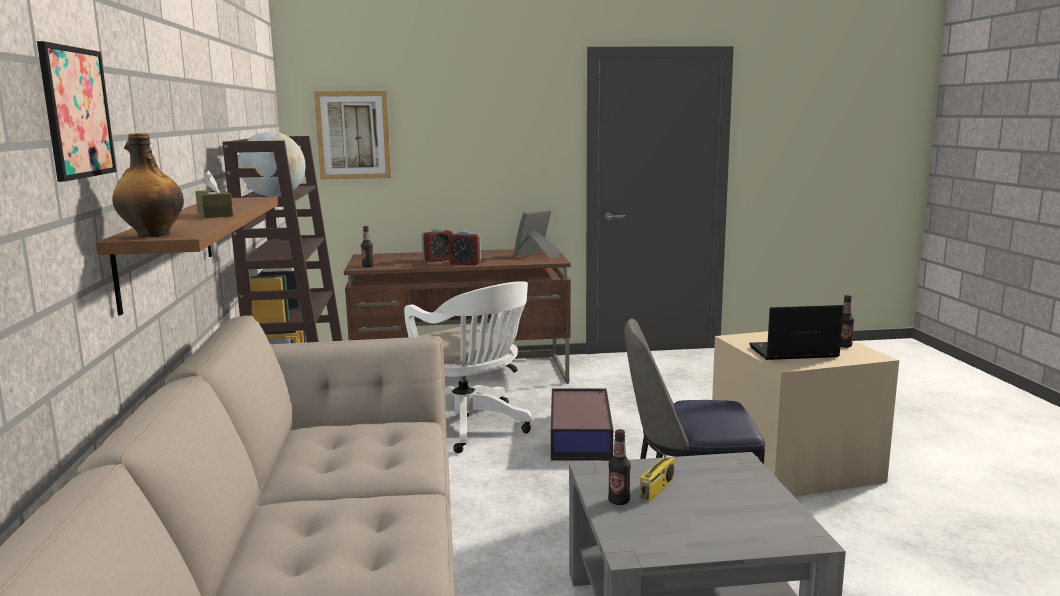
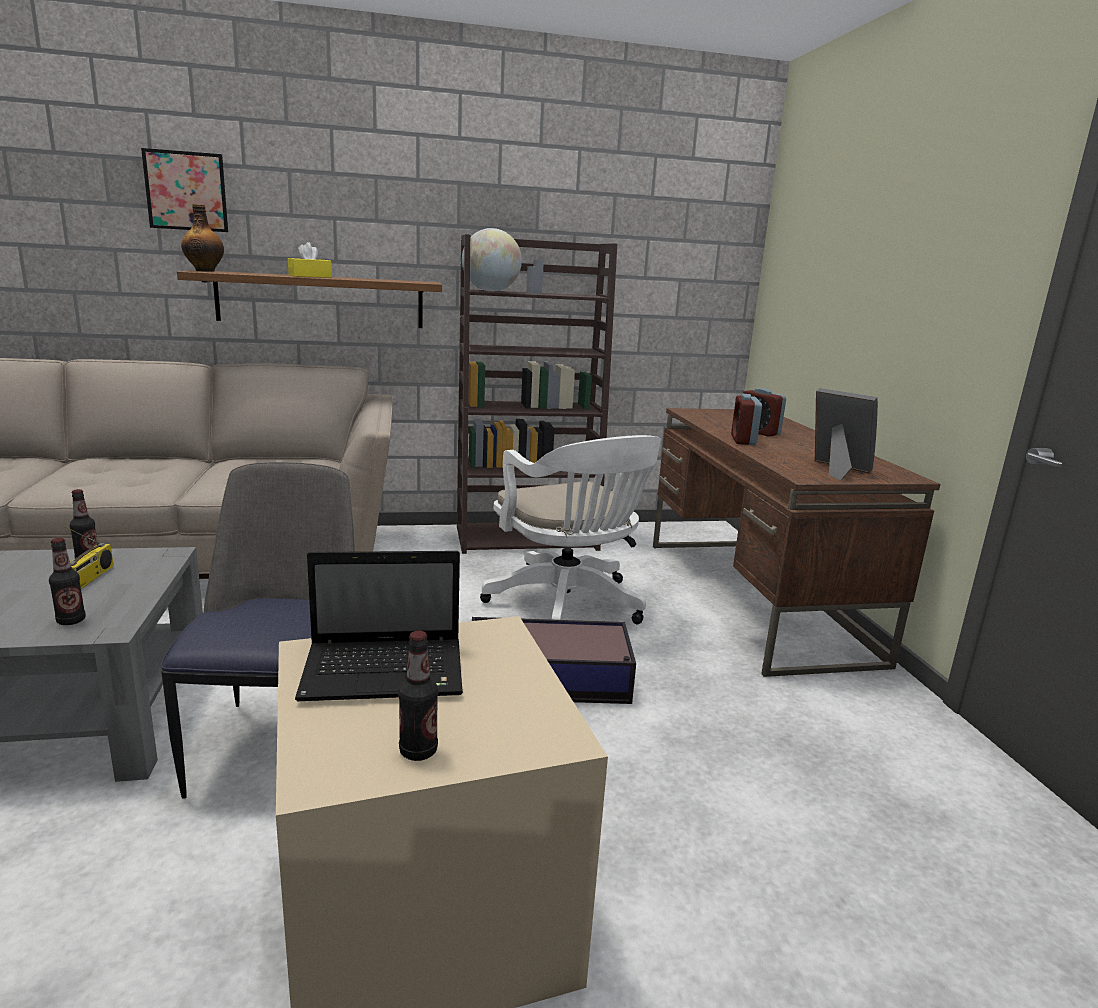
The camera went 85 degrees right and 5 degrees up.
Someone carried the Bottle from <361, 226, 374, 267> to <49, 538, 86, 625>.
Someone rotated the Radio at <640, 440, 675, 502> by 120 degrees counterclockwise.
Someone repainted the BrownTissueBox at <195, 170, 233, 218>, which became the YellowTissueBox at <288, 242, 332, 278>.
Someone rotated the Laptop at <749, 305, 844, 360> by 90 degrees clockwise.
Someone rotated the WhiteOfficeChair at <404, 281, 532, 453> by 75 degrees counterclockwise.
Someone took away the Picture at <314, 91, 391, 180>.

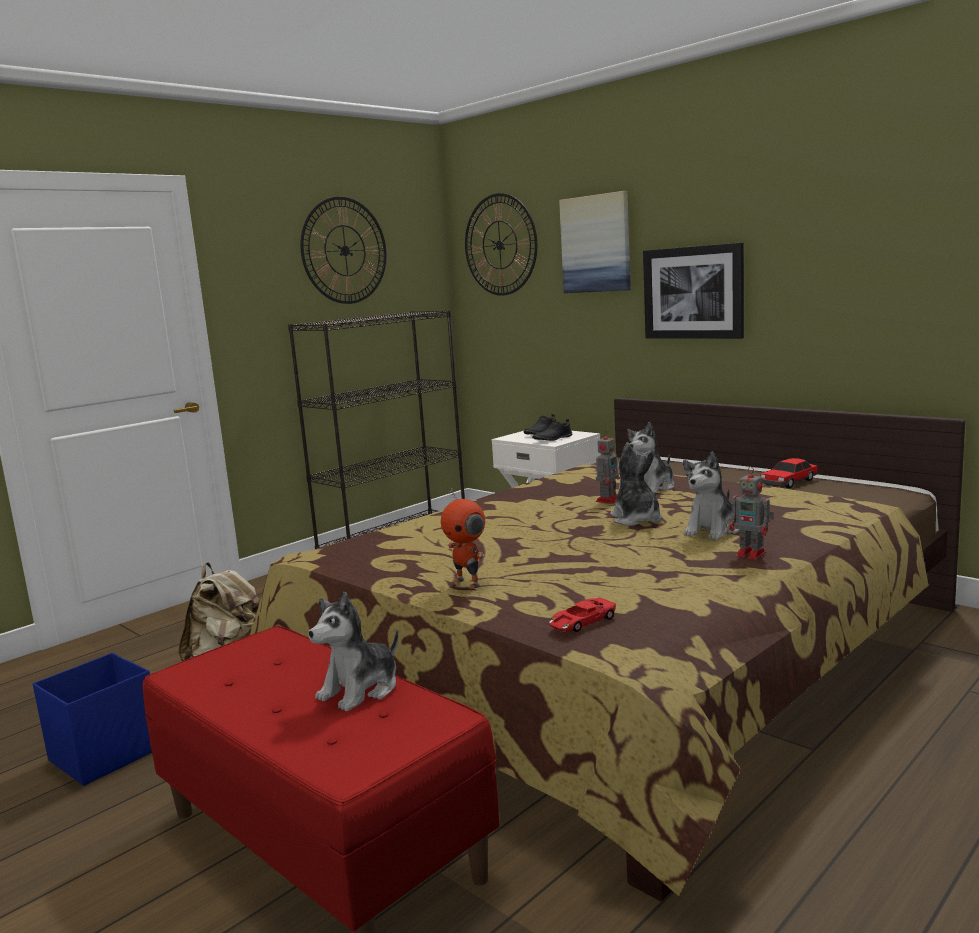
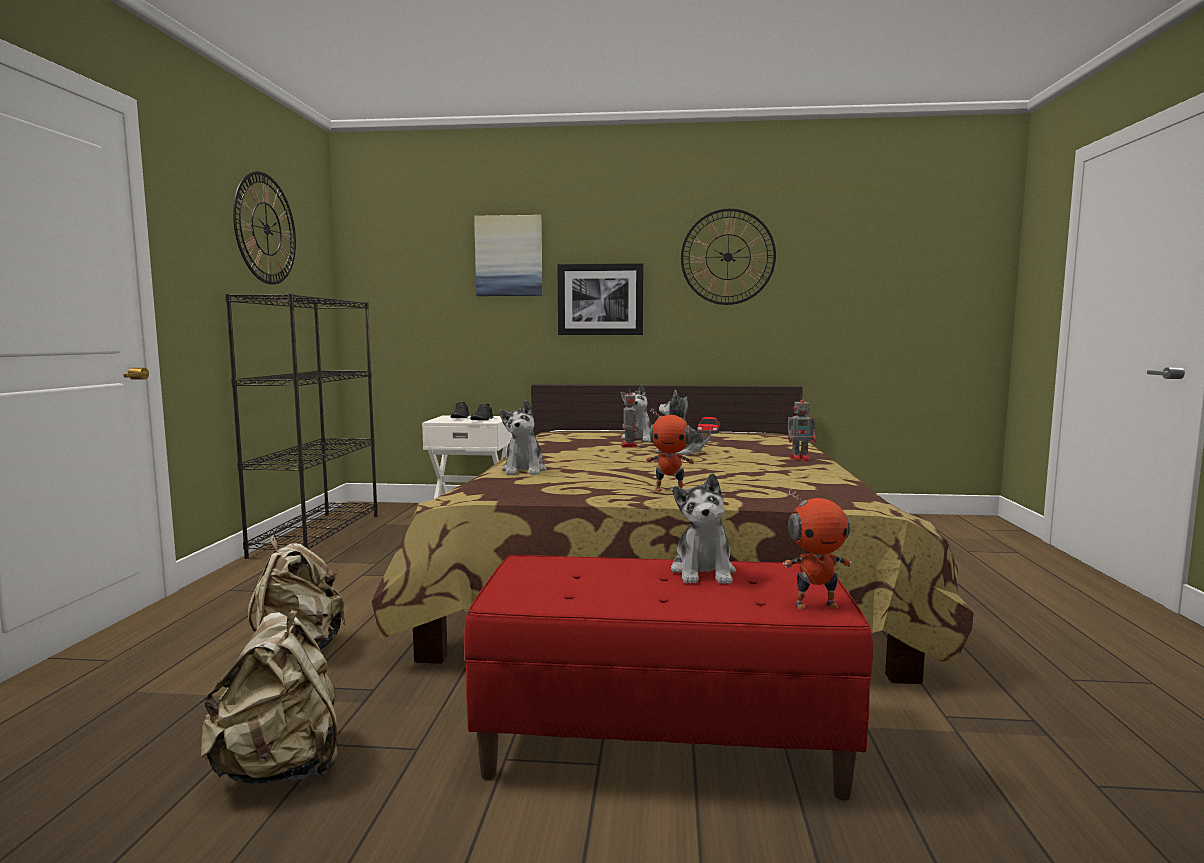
The camera went 40 degrees left and 5 degrees down.
Someone swapped the BlueStorageBox at <33, 653, 152, 786> for the BeigeBackpack at <200, 609, 338, 784>.
Someone carried the PlushToy from <683, 451, 739, 540> to <499, 400, 547, 475>.
Someone carried the WallClock from <465, 193, 537, 296> to <681, 209, 776, 305>.
Someone put down the ToyRobot at <783, 489, 852, 609>.
Someone took away the RedToyCar at <549, 597, 616, 632>.

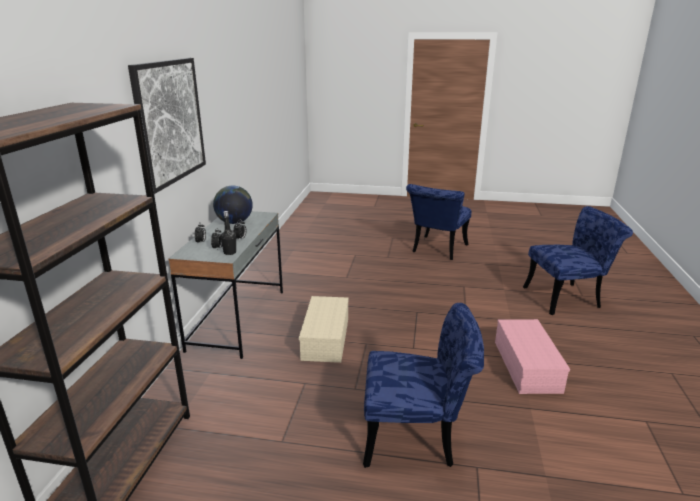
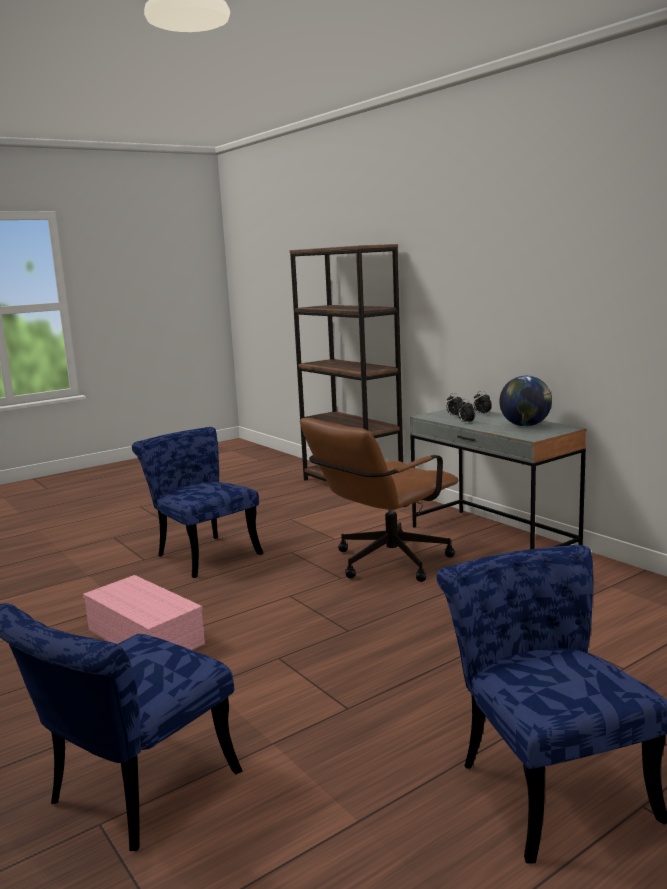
The camera went 135 degrees right and 10 degrees down.
Someone rotated the BlueChair at <363, 303, 484, 468> by 90 degrees clockwise.
Someone swapped the BeigeStorageBox at <299, 296, 349, 363> for the BrownOfficeChair at <300, 418, 458, 582>.
Someone took away the Picture at <128, 58, 206, 194>.
Someone took away the BlackBottle at <221, 211, 236, 255>.

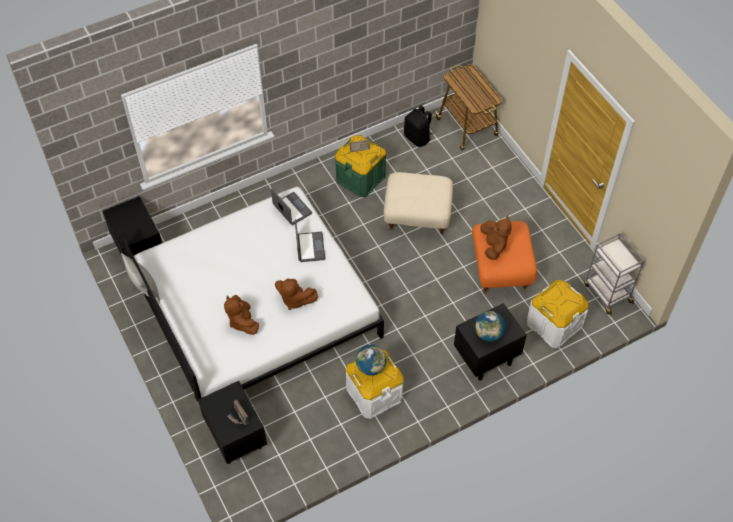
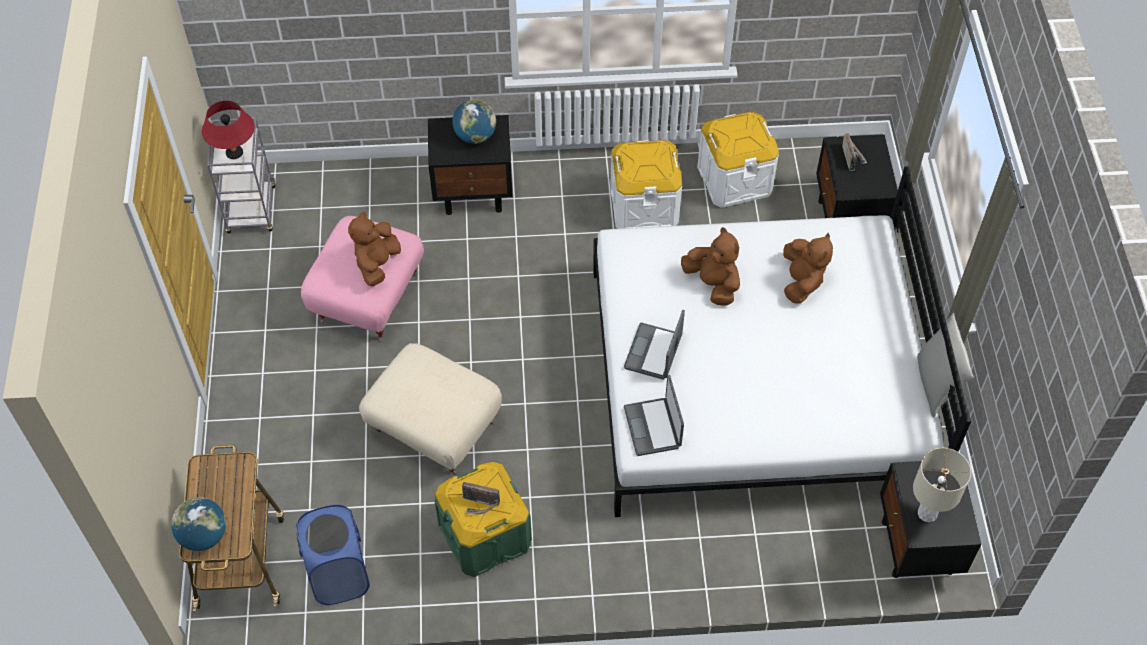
The camera went 155 degrees left and 0 degrees up.
Someone carried the Globe from <356, 345, 387, 376> to <171, 497, 226, 551>.
Someone put down the RedTableLamp at <202, 101, 255, 159>.
Someone swapped the BlackBackpack at <404, 106, 433, 147> for the BlueLaundryBasket at <296, 505, 370, 605>.
Someone repainted the OrangeOttoman at <472, 221, 537, 294>, which became the PinkOttoman at <301, 216, 424, 341>.
Someone carried the WhiteStorageBox from <527, 280, 588, 348> to <697, 112, 779, 208>.
Someone put down the BeigeTableLamp at <913, 448, 971, 522>.

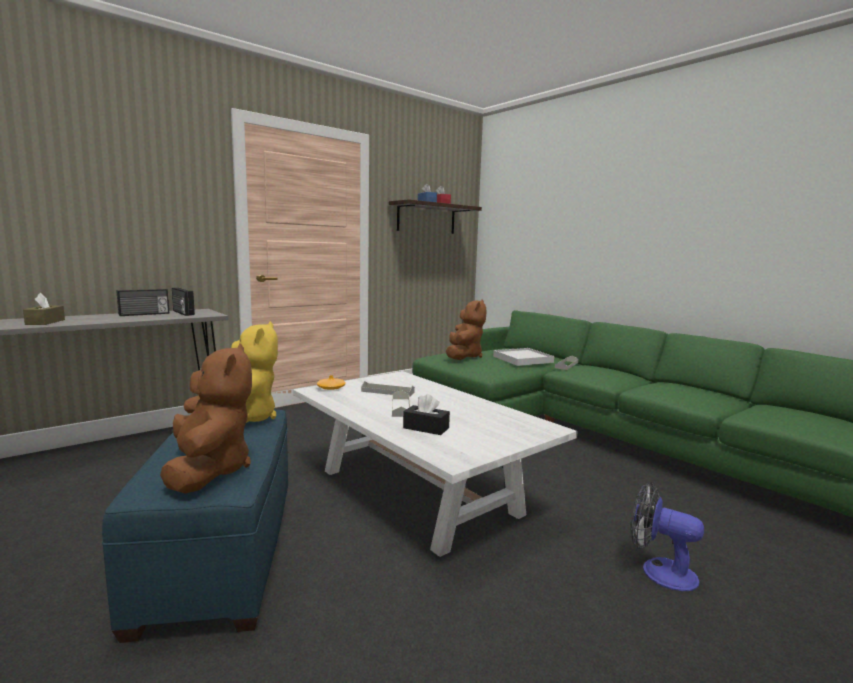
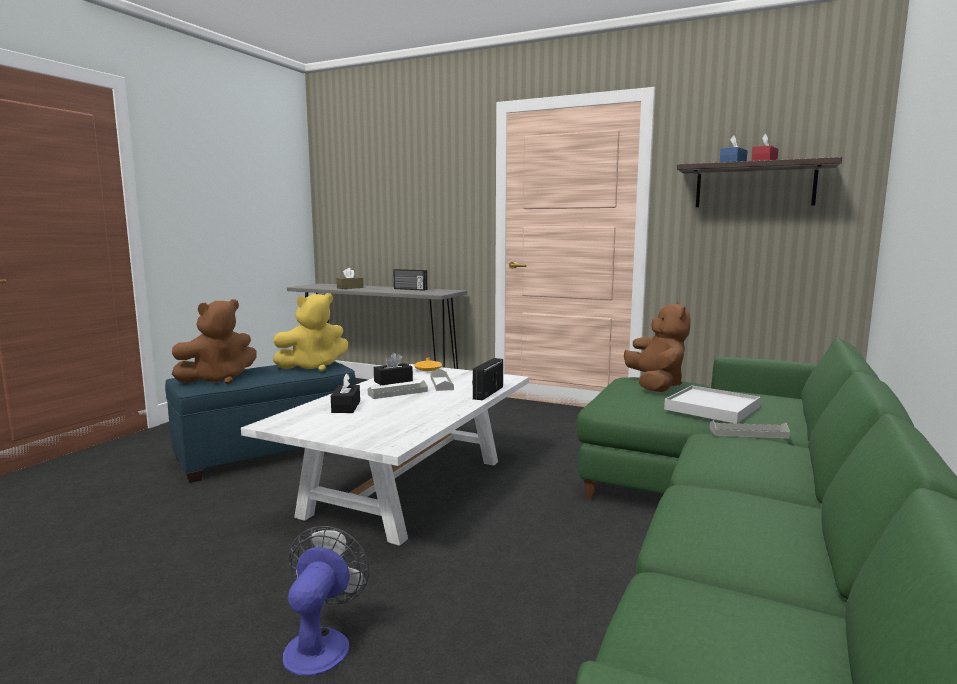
The camera went 65 degrees right and 0 degrees up.
Someone put down the BlackTissueBox at <374, 353, 413, 385>.
Someone carried the Radio from <172, 288, 195, 316> to <472, 358, 503, 400>.
Someone rotated the BrownPlushToy at <446, 299, 486, 360> by 75 degrees counterclockwise.

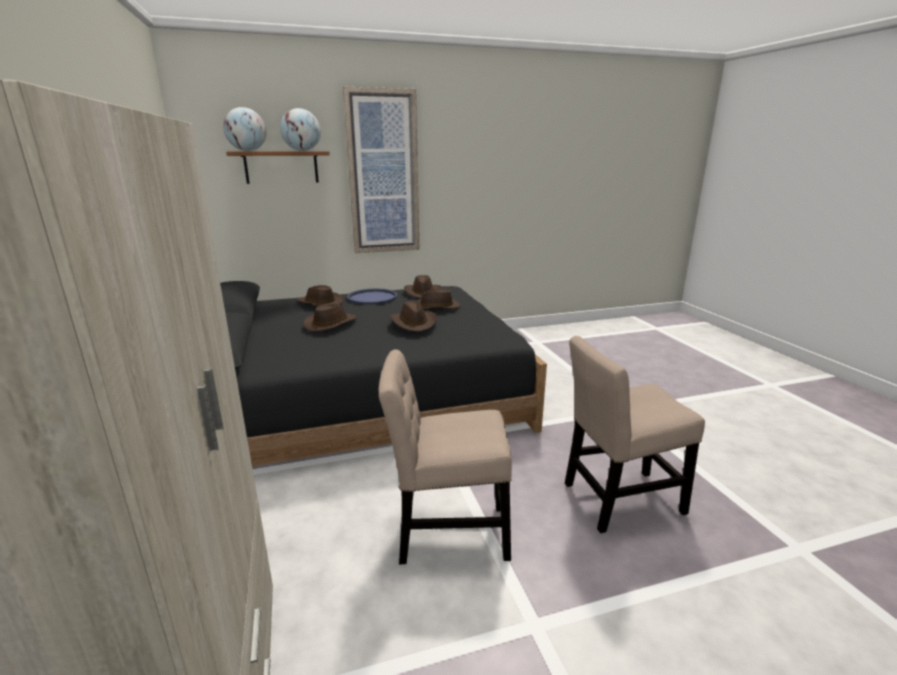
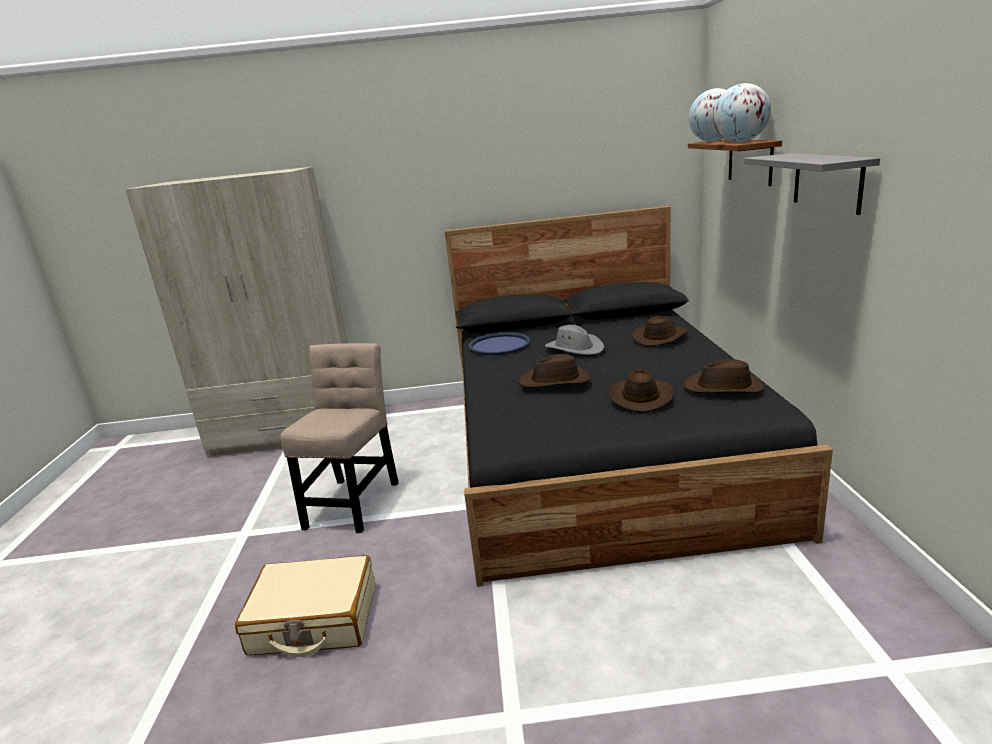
The camera went 105 degrees right and 0 degrees up.
Someone swapped the BeigeChair at <565, 336, 705, 533> for the BeigeSuitcase at <235, 555, 375, 657>.
Someone carried the BlueTray from <347, 289, 397, 304> to <469, 332, 530, 355>.
Someone repainted the BrownHat at <303, 304, 357, 332>, which became the GreyHat at <545, 325, 604, 355>.
Someone swapped the Picture at <343, 87, 419, 253> for the GreyShelf at <744, 153, 880, 215>.

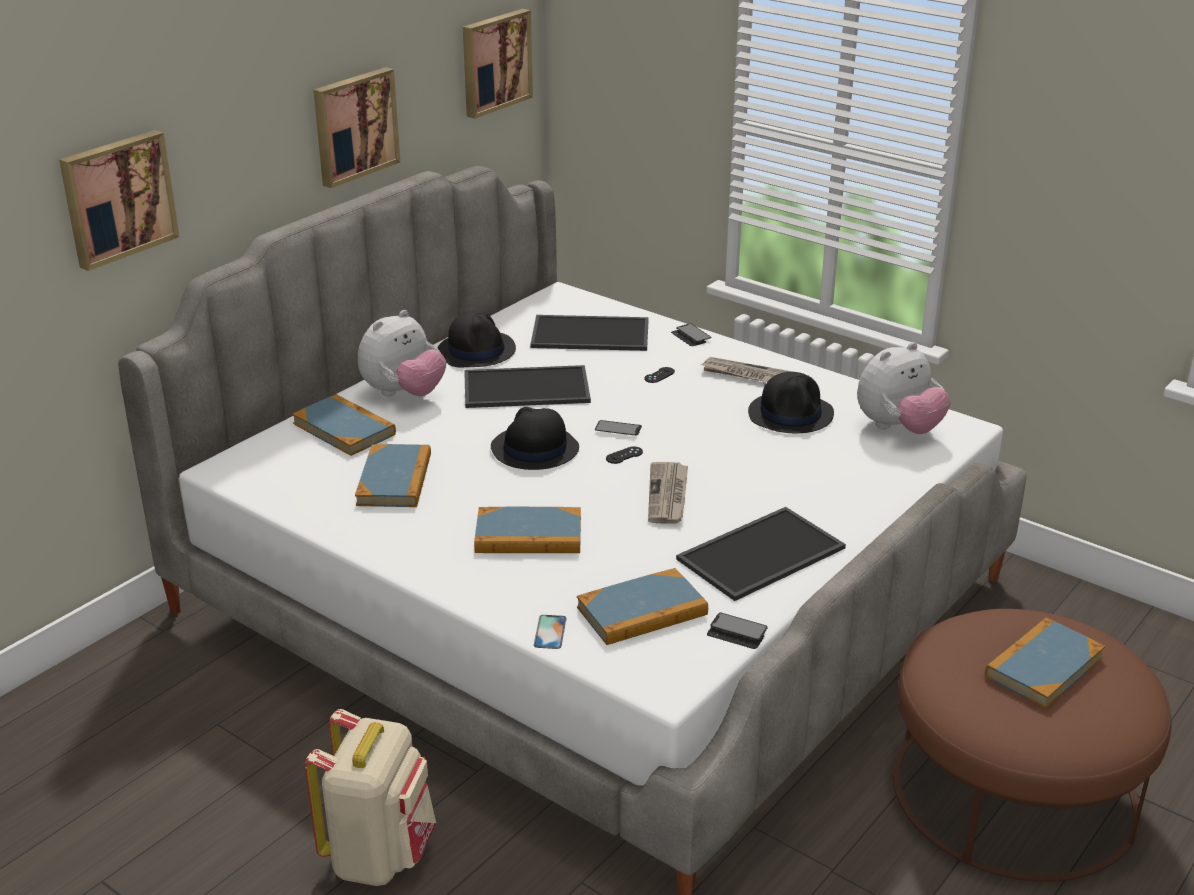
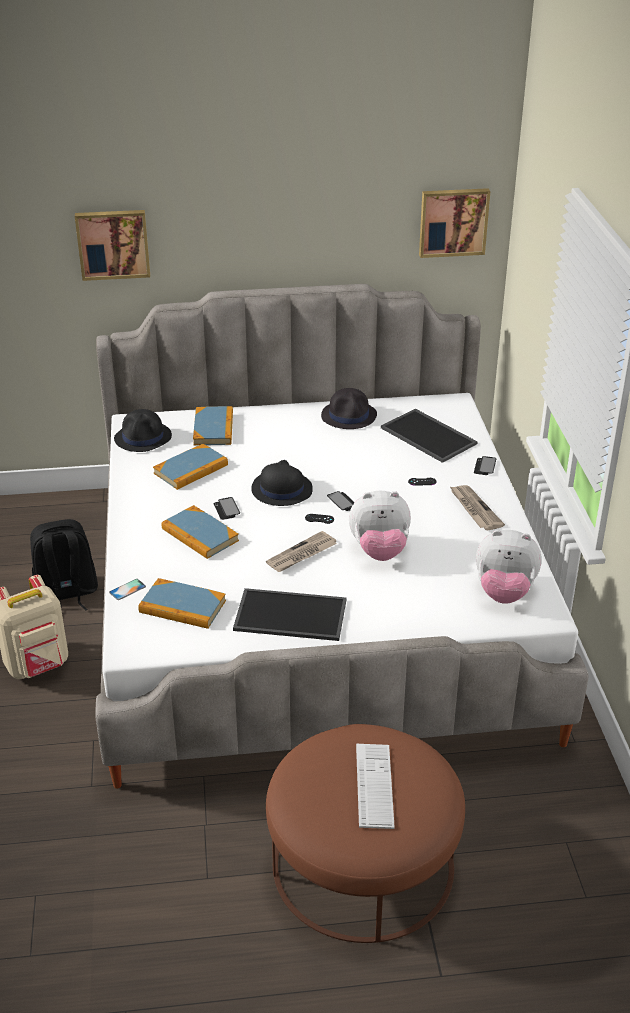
The camera went 45 degrees right and 5 degrees up.
Someone put down the BlackBackpack at <30, 519, 98, 611>.
Someone carried the BlackHat from <748, 372, 834, 433> to <114, 409, 172, 452>.
Someone carried the Phone from <707, 613, 768, 649> to <213, 497, 240, 520>.
Someone carried the PlushToy from <358, 310, 446, 397> to <349, 491, 411, 561>.
Someone swapped the Book at <985, 617, 1105, 708> for the Keyboard at <356, 744, 395, 829>.
Someone took away the Picture at <313, 67, 400, 188>.
Someone took away the Tray at <464, 365, 591, 408>.

